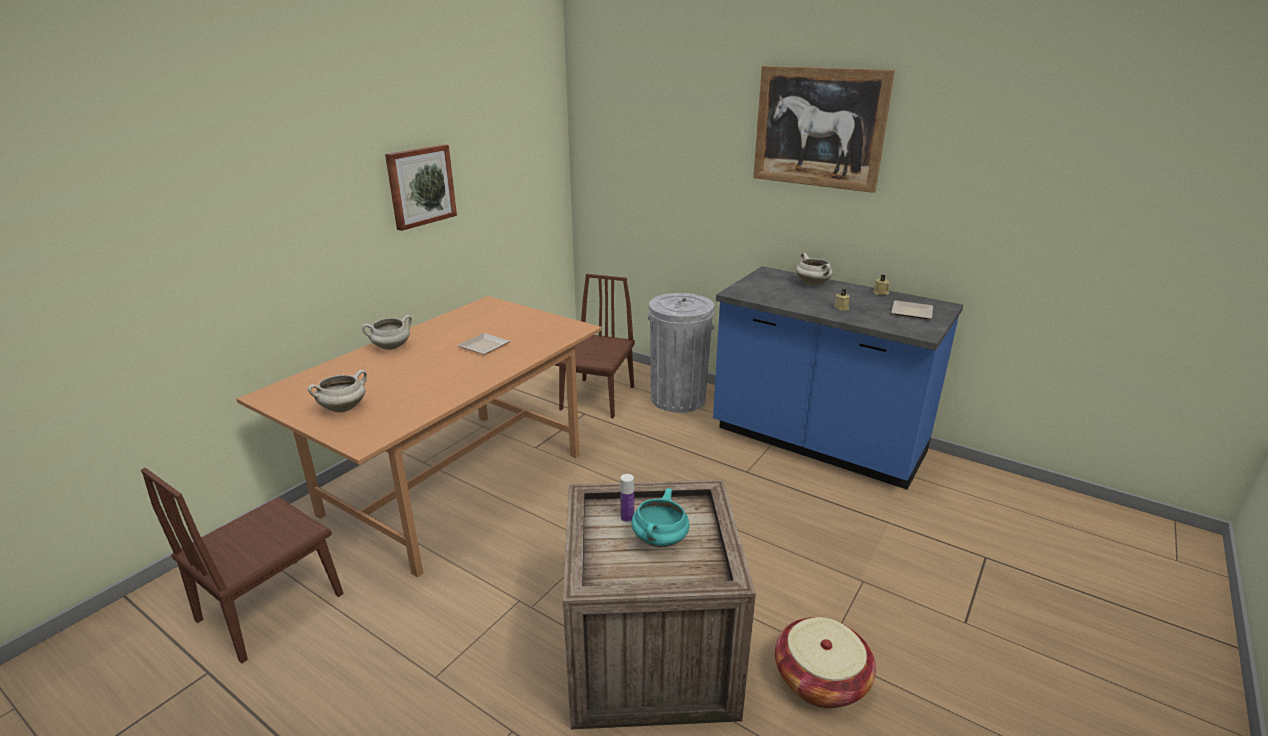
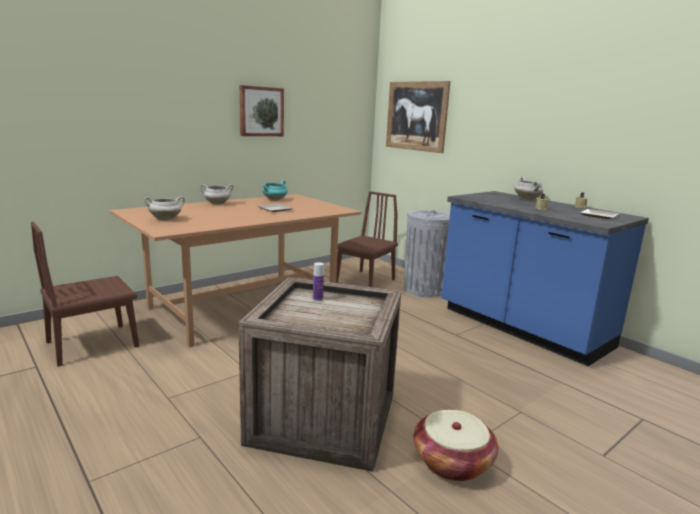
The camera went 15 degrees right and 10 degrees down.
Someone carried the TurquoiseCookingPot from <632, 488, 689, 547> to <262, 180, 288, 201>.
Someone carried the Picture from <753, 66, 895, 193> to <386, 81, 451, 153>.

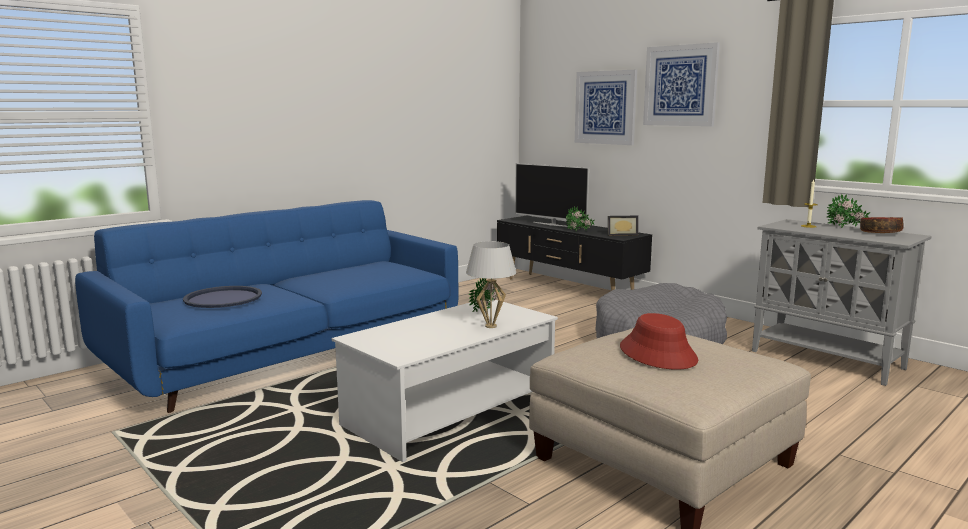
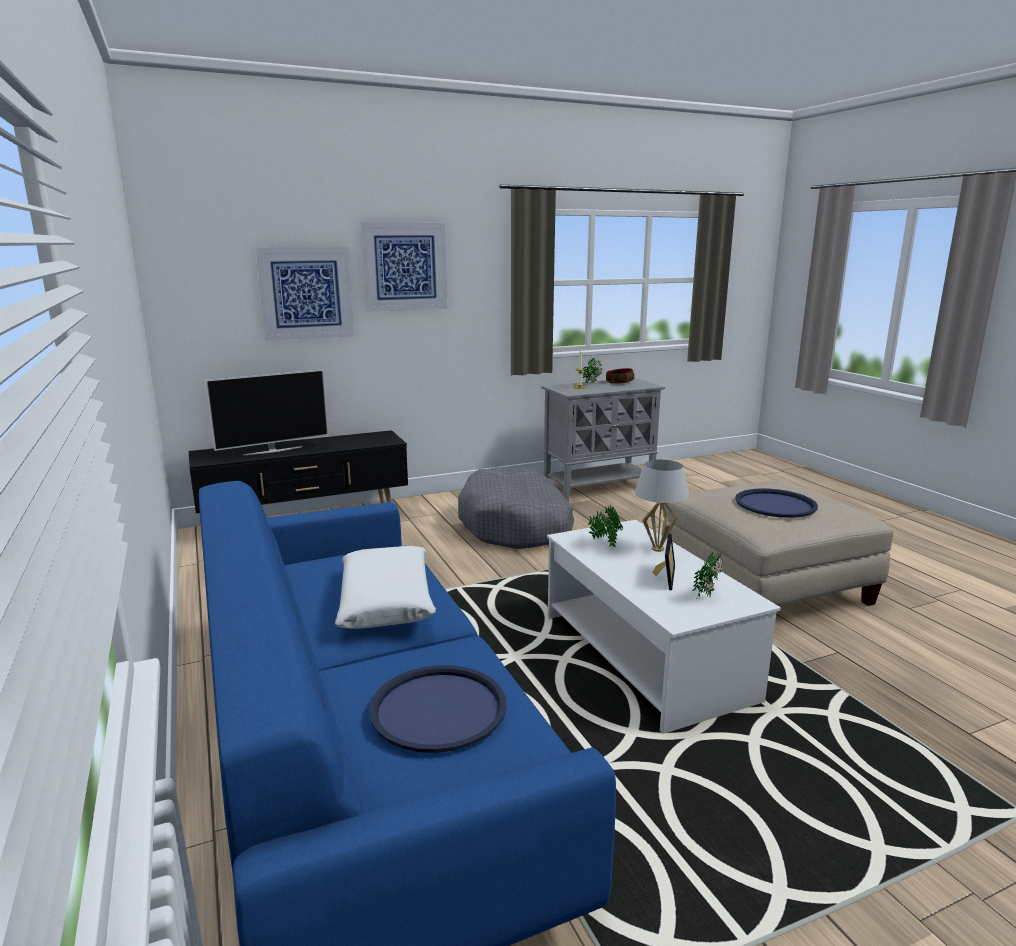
The camera went 70 degrees left and 5 degrees up.
Someone put down the WhitePillow at <335, 546, 436, 629>.
Someone carried the PictureFrame from <608, 216, 638, 236> to <652, 534, 675, 590>.
Someone carried the PottedPlant from <566, 206, 594, 231> to <693, 551, 723, 599>.
Someone swapped the RedHat at <620, 313, 698, 370> for the BlueTray at <735, 488, 818, 518>.

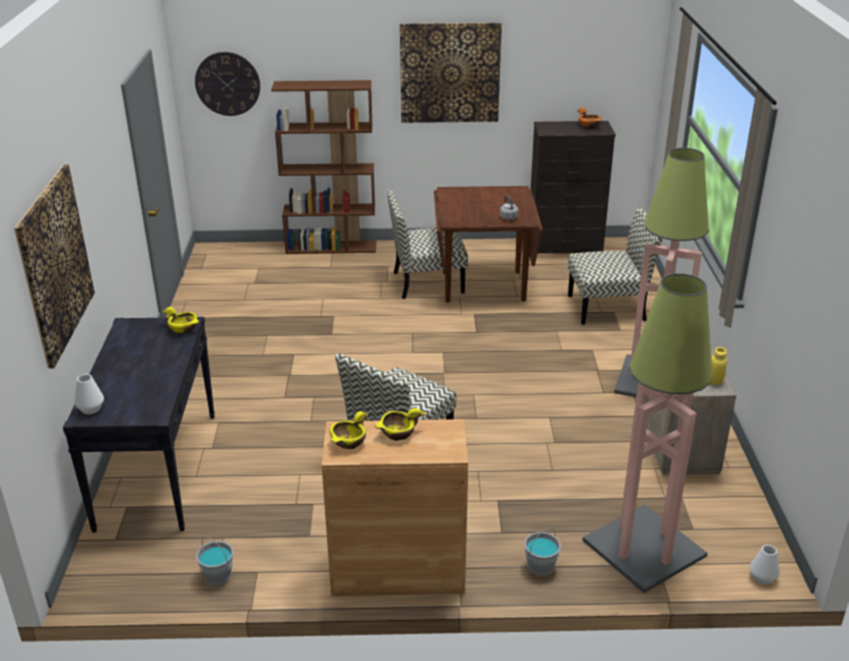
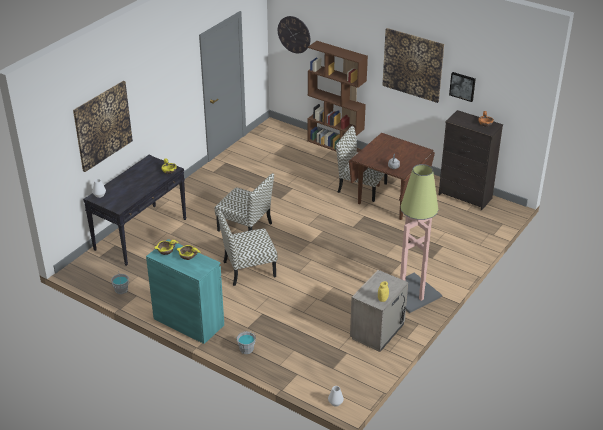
The camera went 35 degrees right and 5 degrees up.
Someone repainted the BrownCabinet at <322, 419, 468, 596>, which became the TurquoiseCabinet at <146, 239, 224, 344>.
Someone carried the Chair from <568, 207, 663, 325> to <215, 173, 274, 231>.
Someone put up the Picture at <449, 72, 476, 102>.
Someone took away the FloorLamp at <582, 273, 713, 593>.

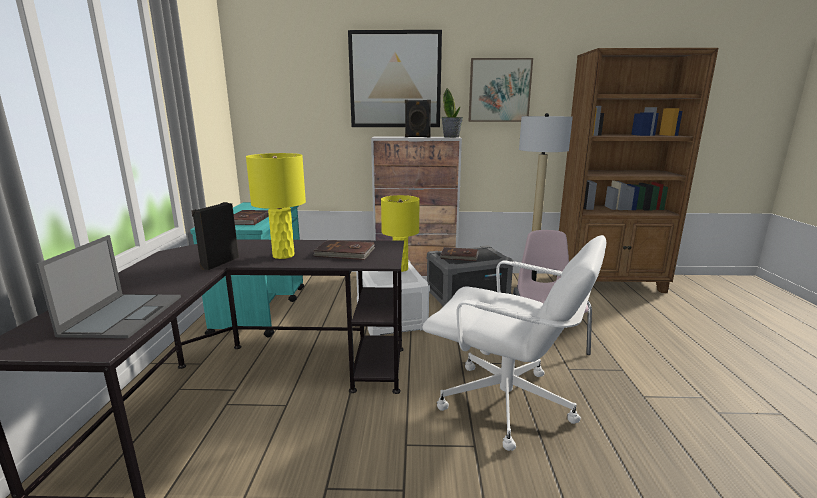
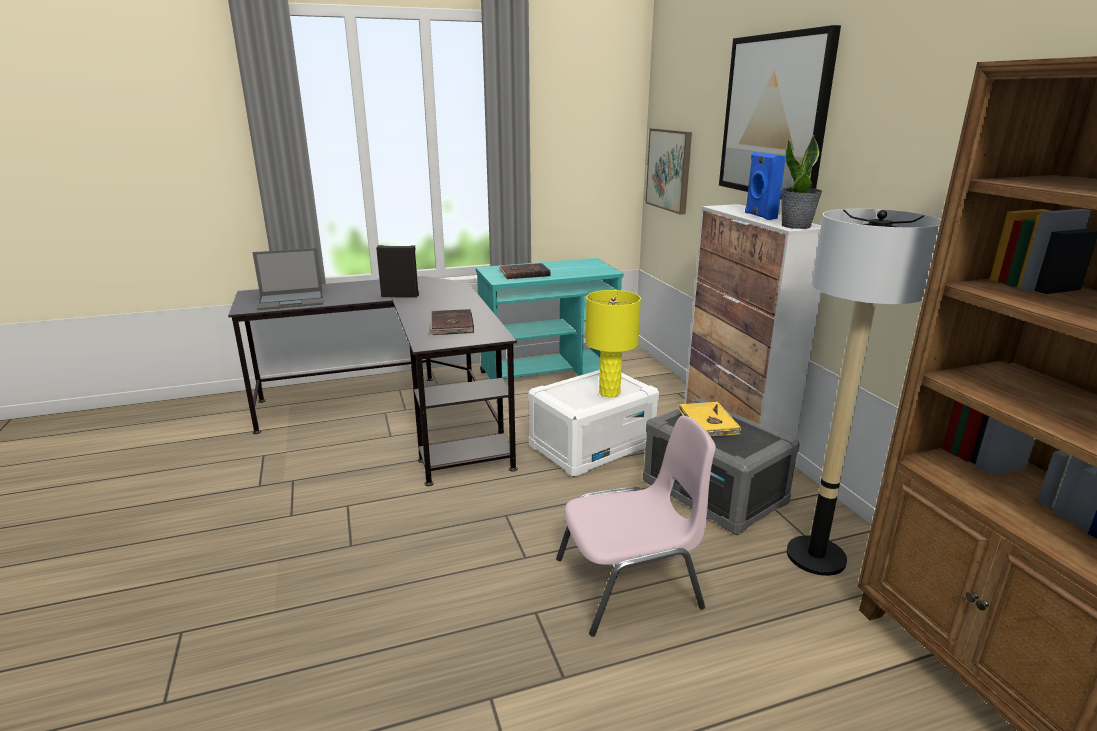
The camera went 70 degrees right and 5 degrees up.
Someone carried the Picture from <468, 58, 533, 122> to <645, 128, 692, 215>.
Someone repainted the BrownBook at <440, 247, 479, 261>, which became the YellowBook at <678, 402, 741, 436>.
Someone repainted the BlackSpeaker at <405, 100, 431, 137>, which became the BlueSpeaker at <745, 152, 785, 220>.
Someone took away the YellowTableLamp at <246, 153, 306, 259>.
Someone took away the WhiteOfficeChair at <422, 235, 606, 451>.

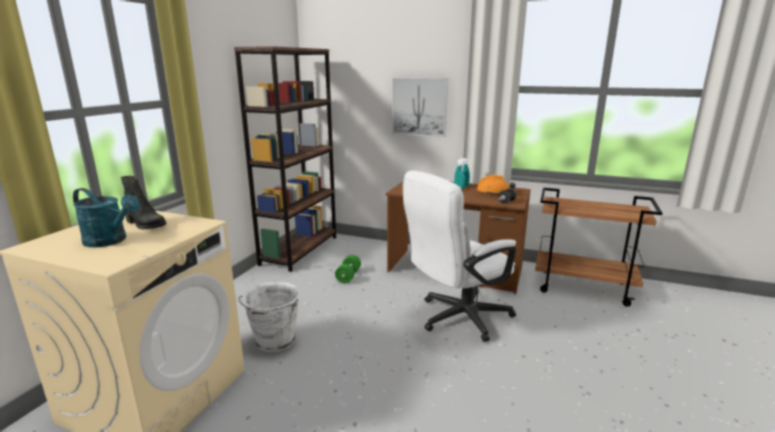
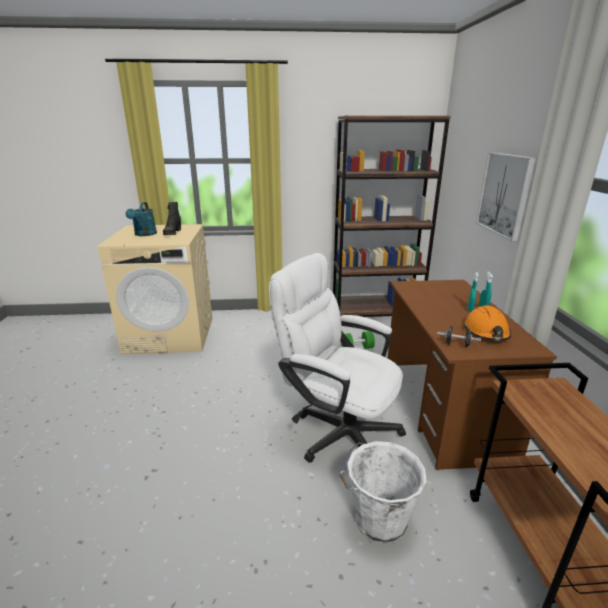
The camera went 65 degrees right and 5 degrees up.
Someone carried the WhiteBucket from <238, 282, 300, 352> to <339, 441, 427, 544>.

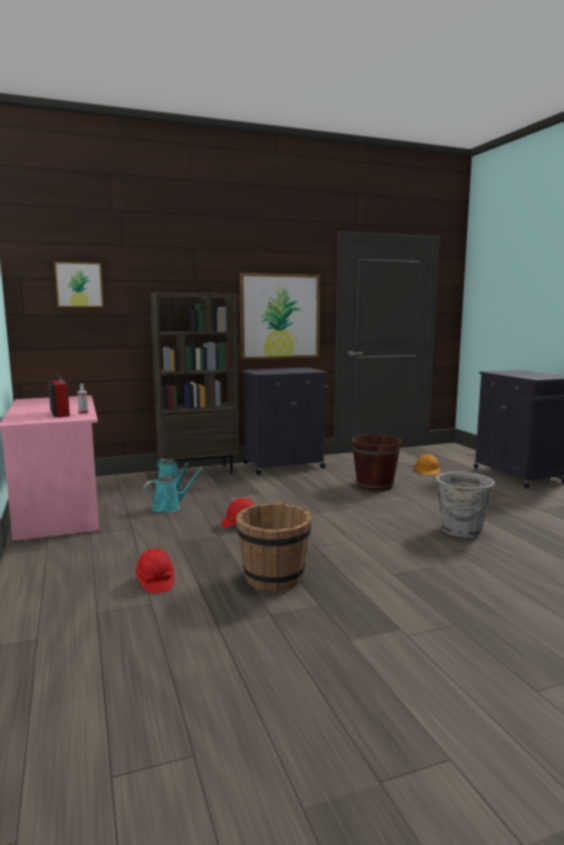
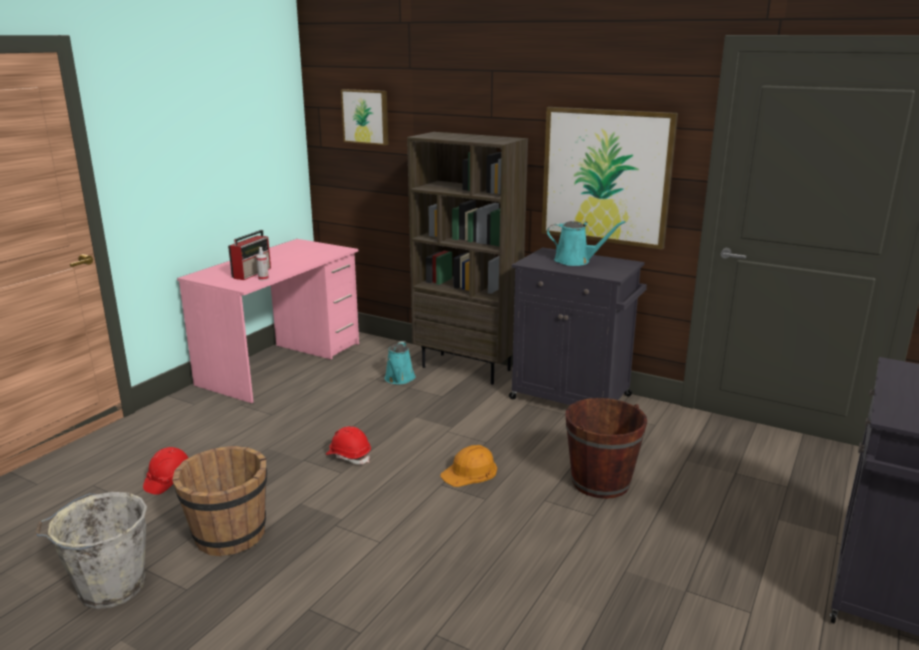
The camera went 50 degrees right and 10 degrees up.
Someone carried the GreyBucket from <432, 472, 497, 538> to <35, 492, 147, 609>.
Someone carried the OrangeHardHat from <414, 454, 441, 475> to <440, 445, 497, 487>.
Someone carried the TurquoiseWateringCan from <144, 467, 203, 512> to <547, 221, 625, 266>.

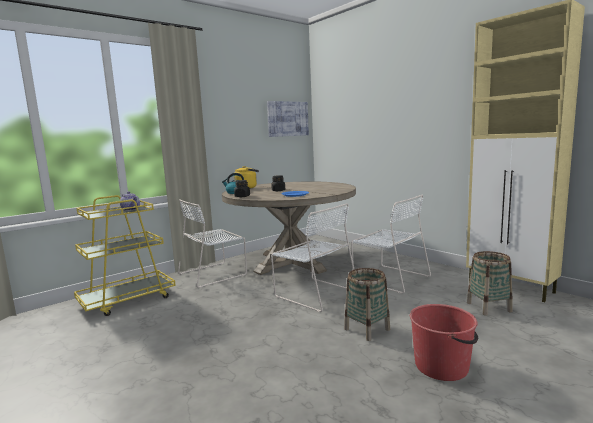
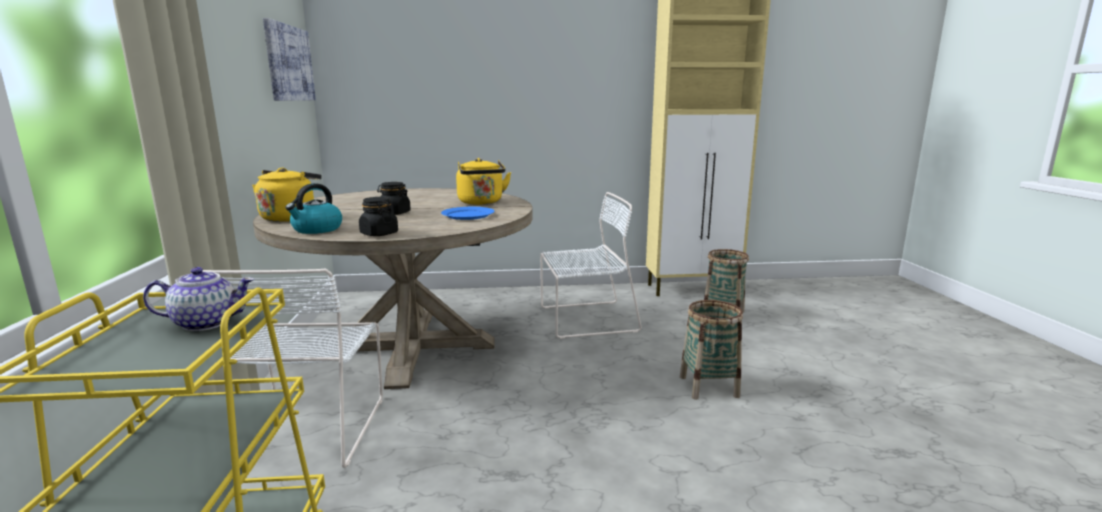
The camera went 55 degrees left and 5 degrees up.
Someone put down the YellowKettle at <456, 158, 511, 205>.
Someone took away the WhiteChair at <271, 203, 354, 312>.
Someone took away the RedBucket at <410, 304, 478, 381>.

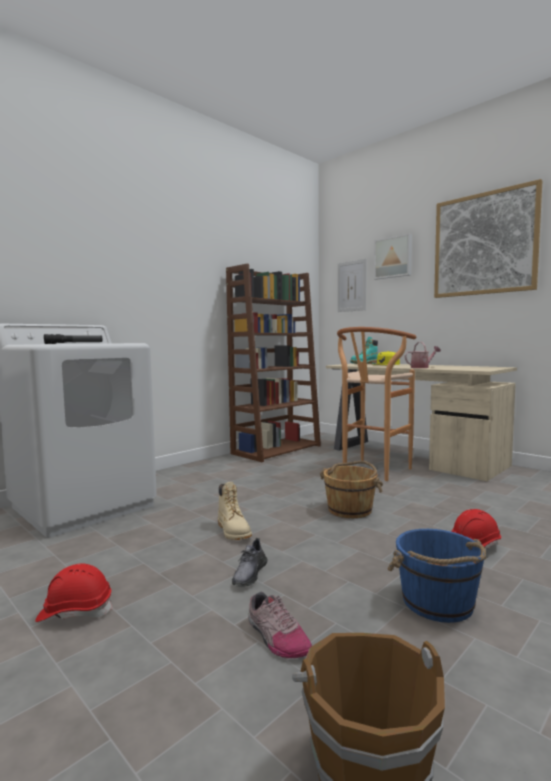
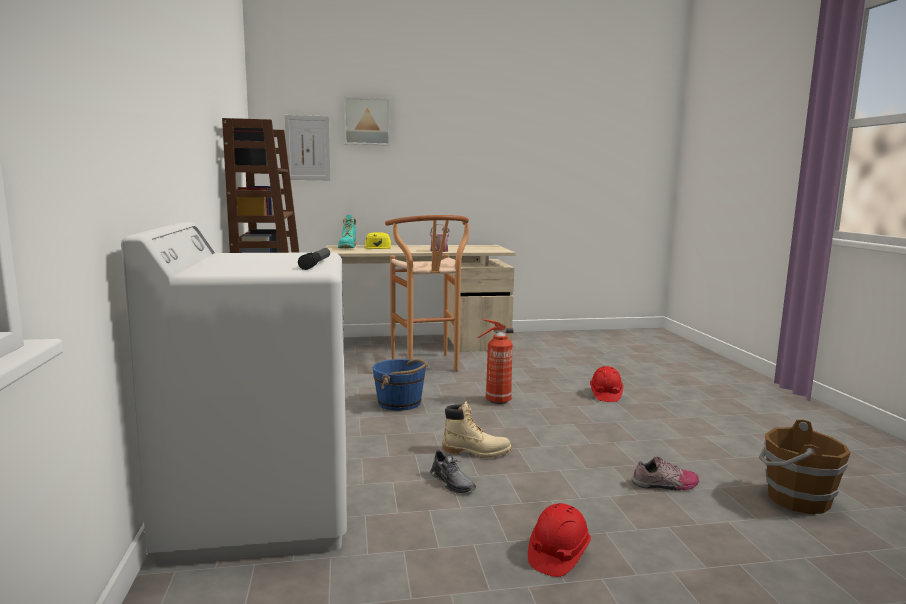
The camera went 55 degrees left and 5 degrees up.
Someone carried the BlueBucket from <387, 529, 486, 623> to <373, 359, 428, 411>.
Someone carried the GreyShoe from <232, 538, 267, 587> to <430, 449, 476, 493>.
Someone swapped the BrownBucket at <320, 461, 383, 518> for the FireExtinguisher at <477, 319, 513, 404>.
Someone took away the Picture at <434, 179, 543, 298>.

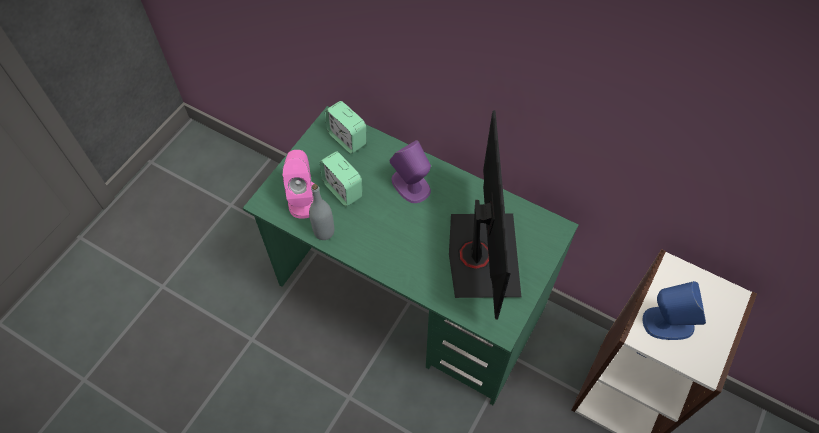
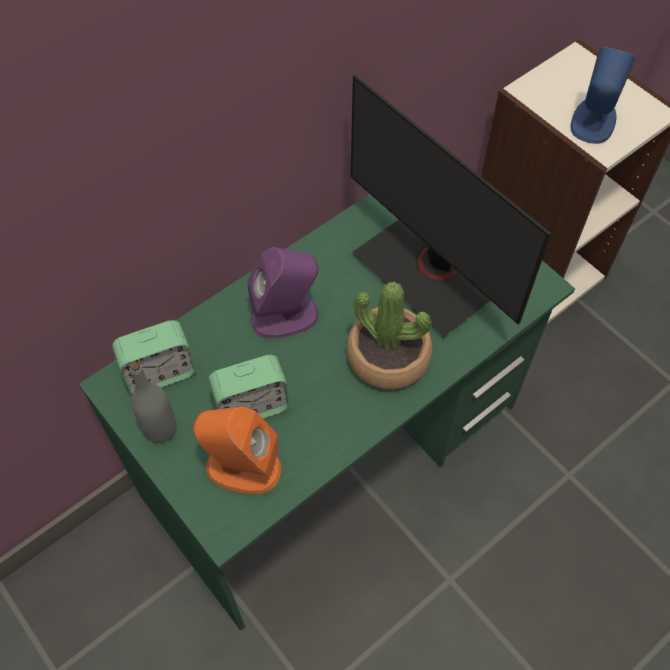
The camera went 70 degrees left and 0 degrees up.
Someone carried the GreyBottle from <309, 184, 334, 240> to <129, 361, 177, 443>.
Someone repainted the PinkSpeaker at <282, 150, 315, 219>, which became the OrangeSpeaker at <193, 406, 281, 494>.
Someone put down the PottedPlant at <347, 282, 433, 389>.
Someone rotated the Monitor at <449, 110, 521, 320> by 150 degrees counterclockwise.

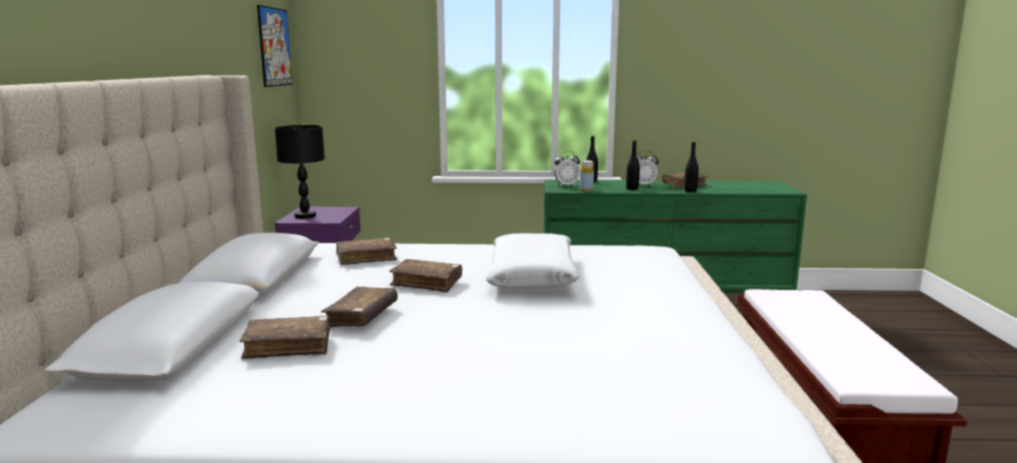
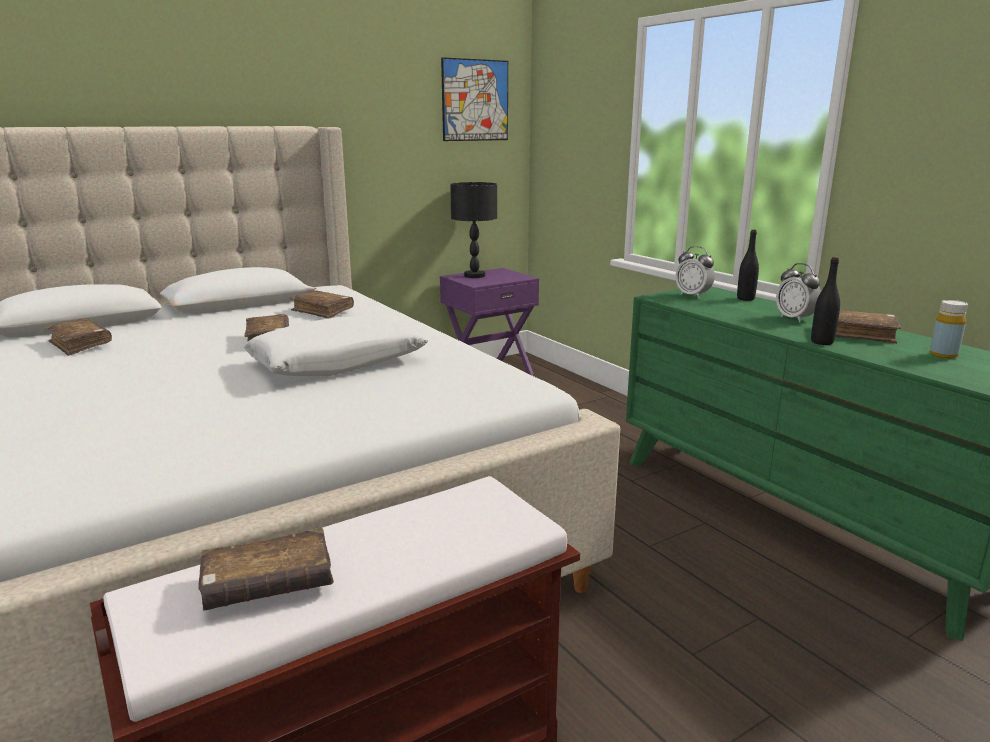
The camera went 55 degrees right and 5 degrees up.
Someone carried the BrownBook from <321, 287, 398, 327> to <198, 528, 334, 611>.
Someone carried the YellowBottle from <580, 160, 594, 192> to <929, 300, 968, 359>.
Someone took away the BlackBottle at <626, 140, 640, 190>.

